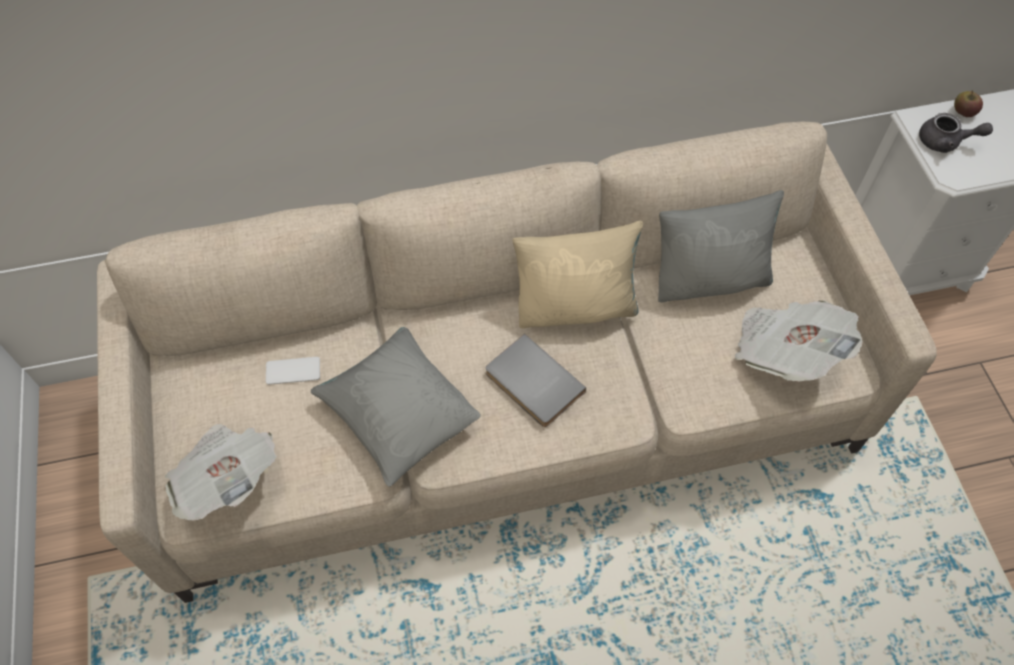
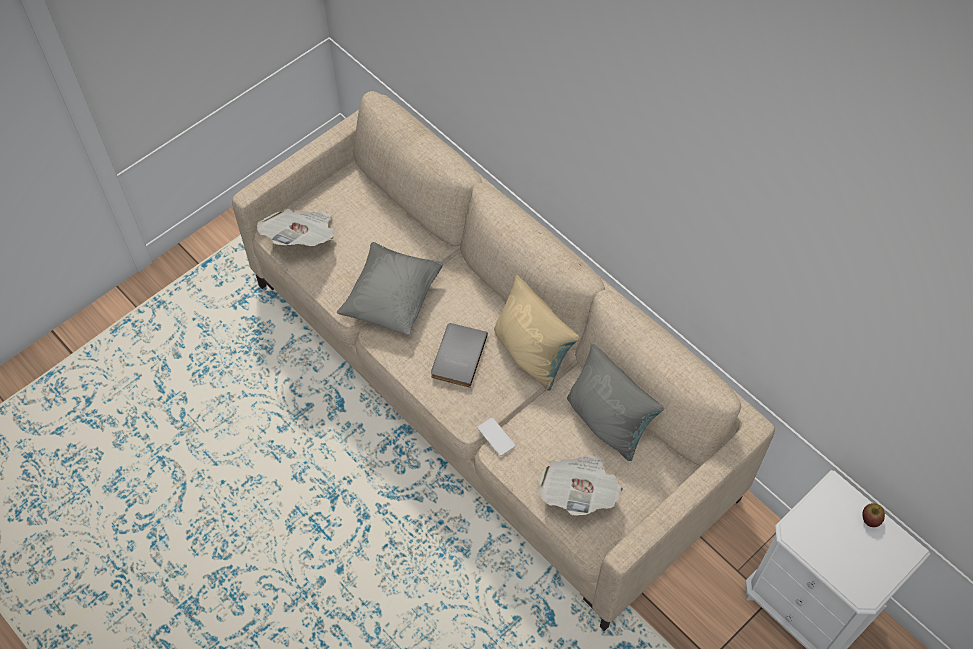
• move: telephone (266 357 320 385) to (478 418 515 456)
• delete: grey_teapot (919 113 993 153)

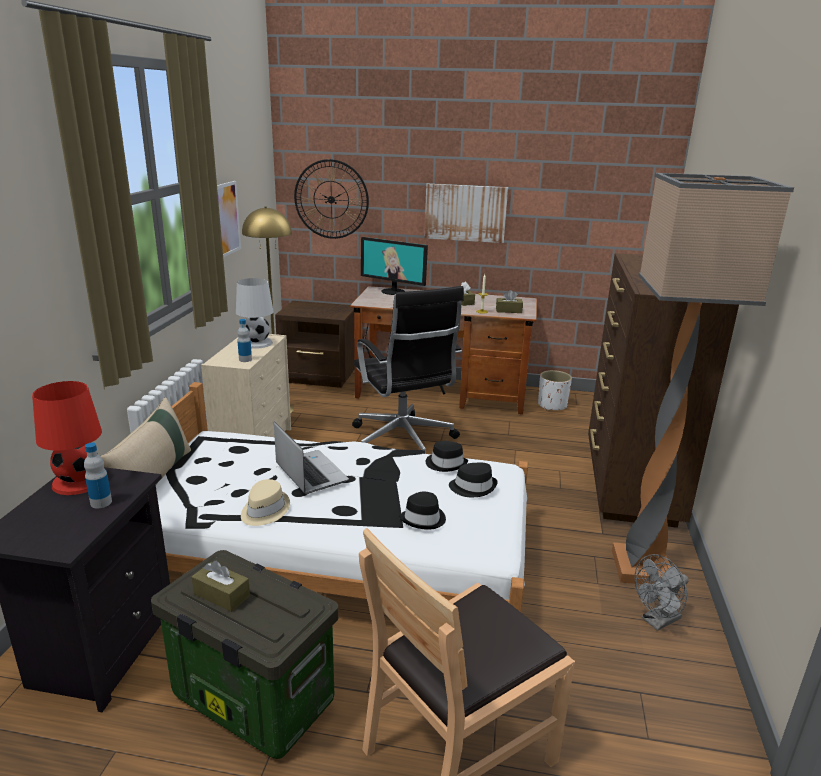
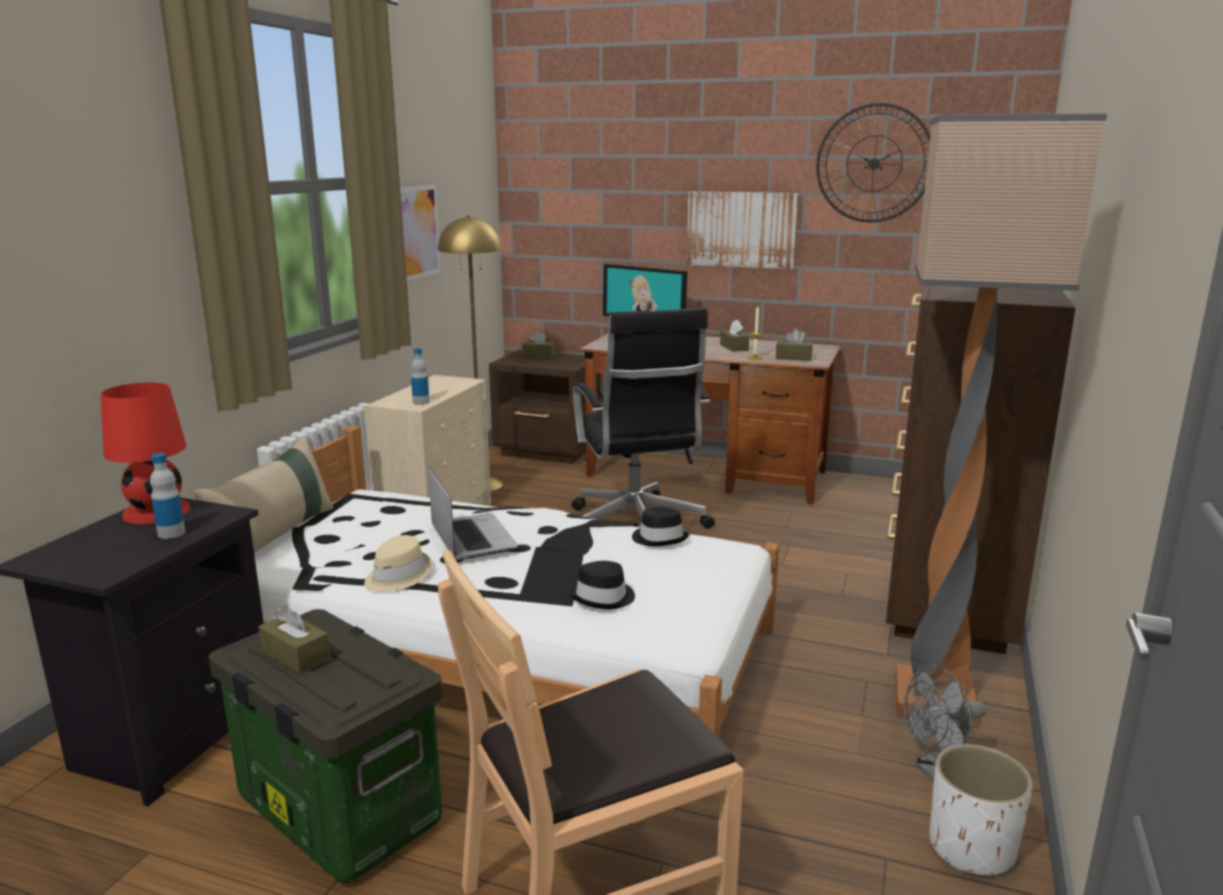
• delete: white_tabletop_lamp (236 278 274 349)
• move: hanging_clock (294 159 369 239) to (816 103 930 222)
• delete: blackish_hat (449 463 498 497)
• move: white_plant_pot (538 370 572 411) to (929 744 1033 875)
• insert: brown_tissue_box (522 331 555 358)

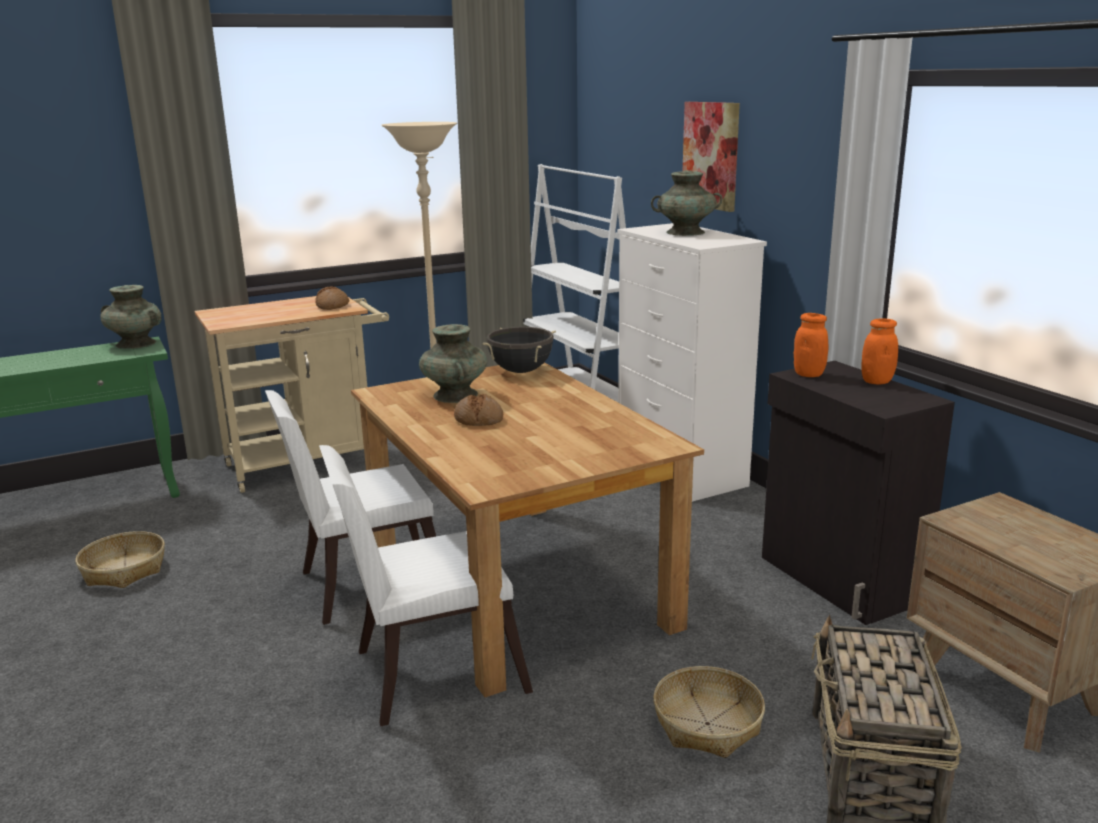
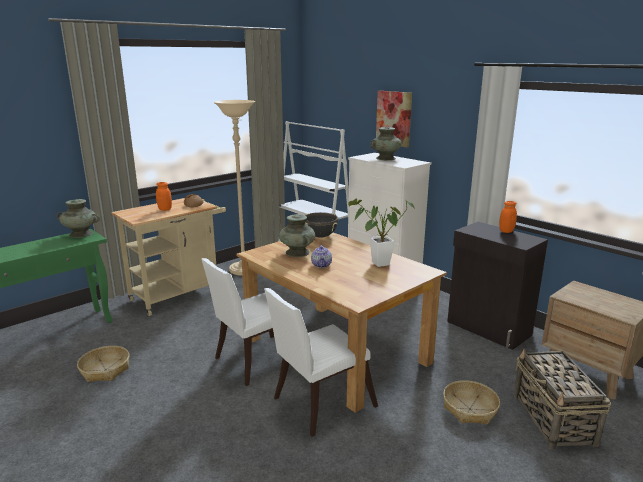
• replace: bread (454 394 503 426) to teapot (311 245 332 268)
• move: orange-coloured_storage_jar (794 313 828 377) to (156 182 172 211)
• insert: plant_in_a_pot (348 198 414 267)

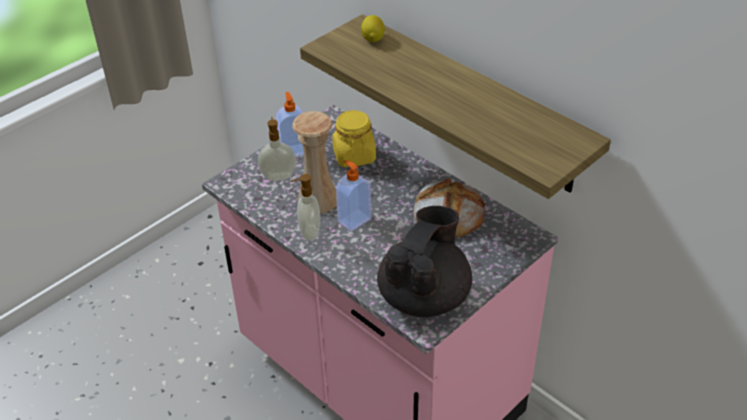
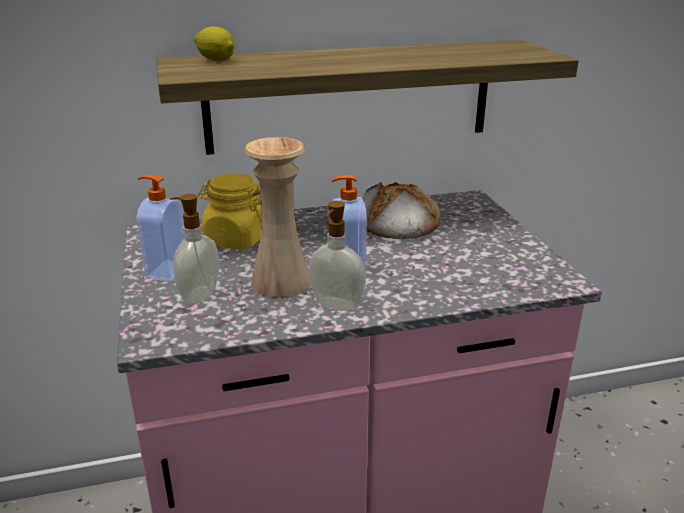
• delete: blackish_teapot (377 206 472 317)

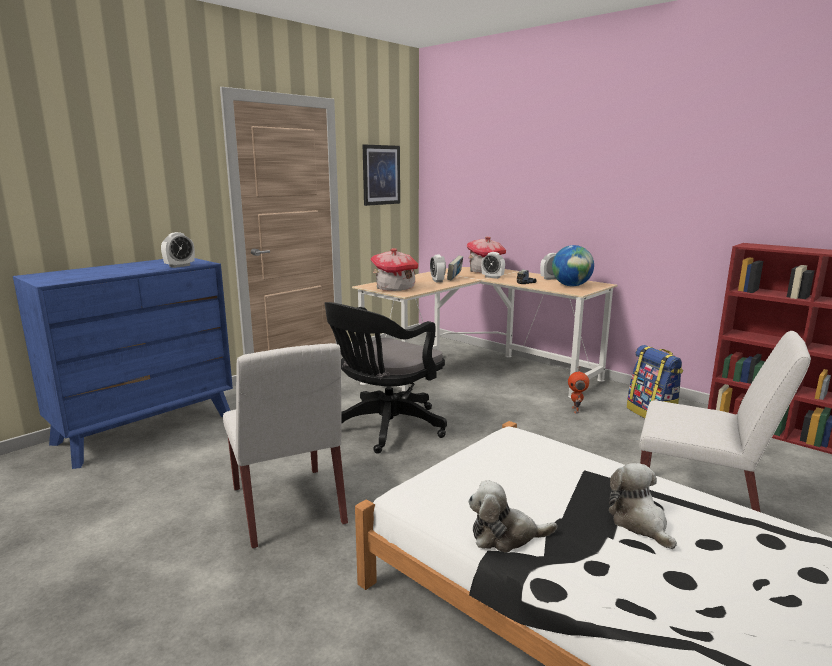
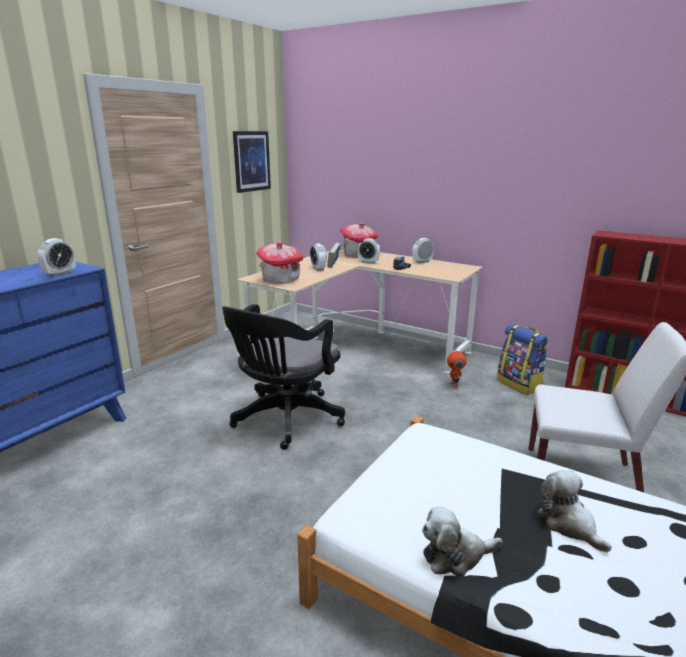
• delete: white_plain_chair (223 343 348 549)
• delete: desk_globe (552 245 594 286)

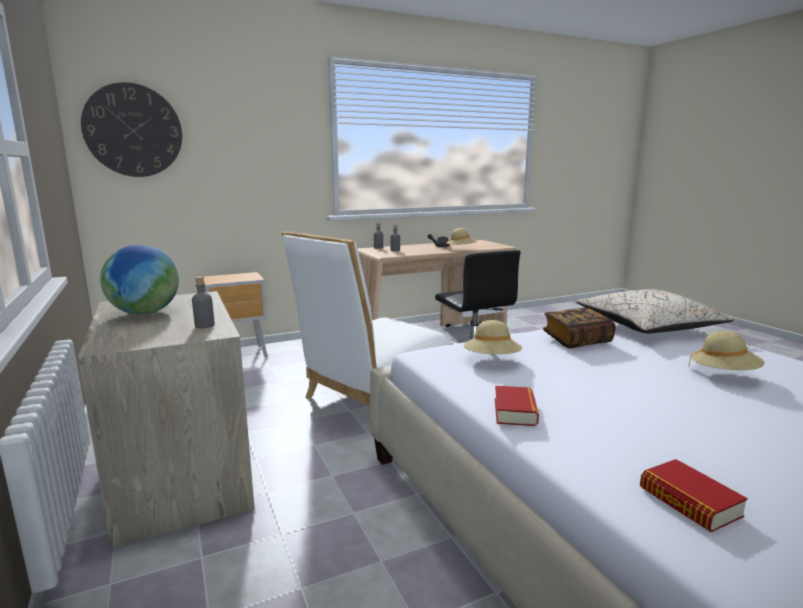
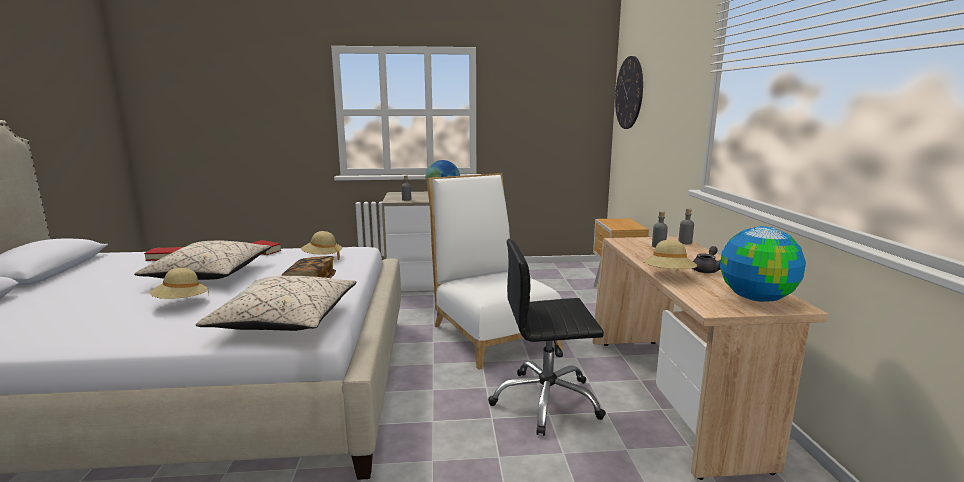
• insert: beige_pillow (135 241 271 280)
• insert: desk_globe (720 226 806 302)

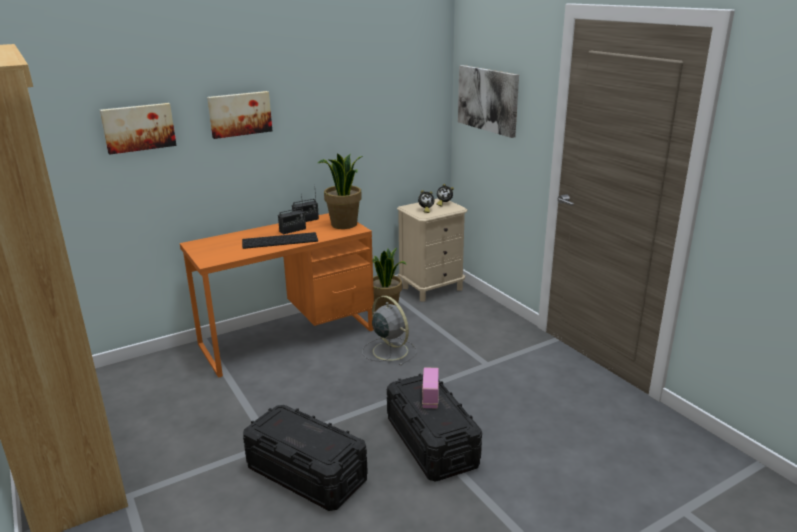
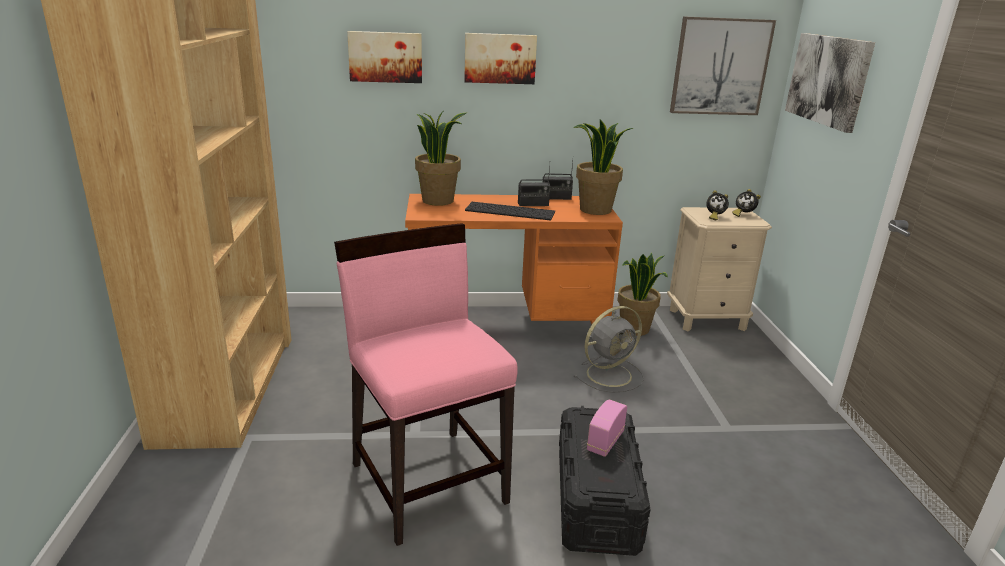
• replace: blackish_storage_container (243 405 368 511) to pink-coloured_plain_chair (334 223 518 546)
• rotate: grey_fan (362 296 416 366) = (574 306 644 393) 75 degrees clockwise
• insert: plant_in_a_pot (415 110 466 206)
• insert: wall_art (670 16 776 115)

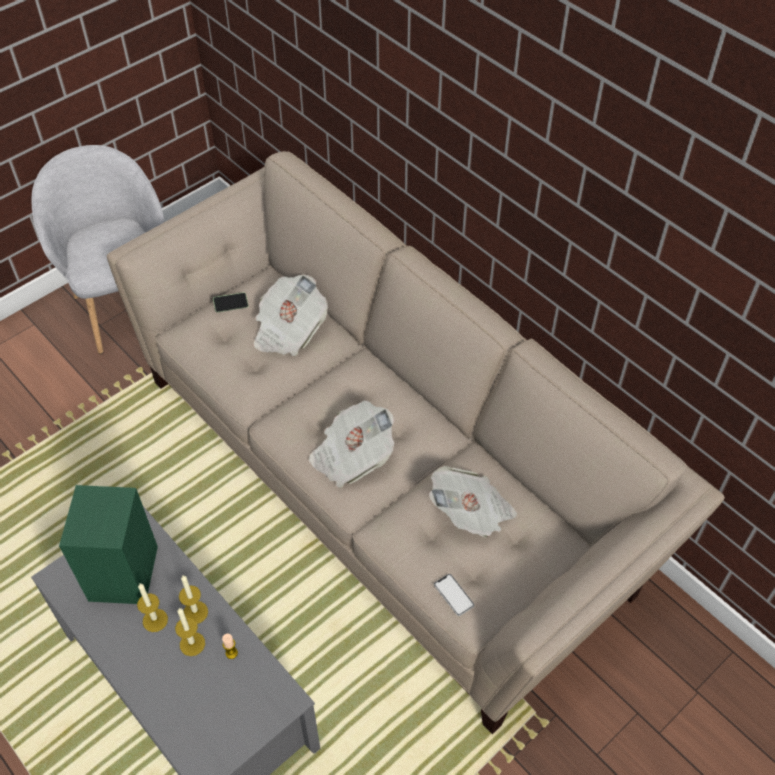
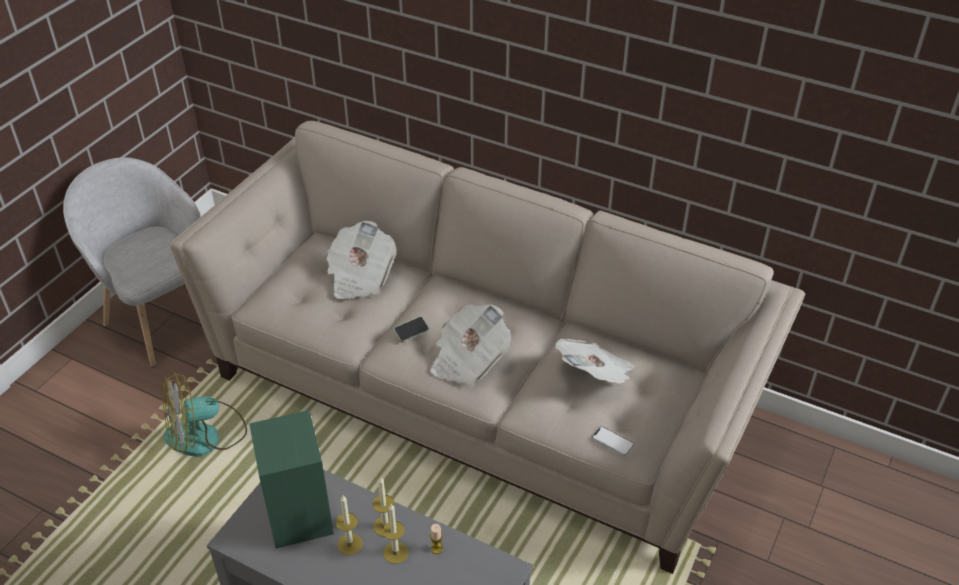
• move: telephone (213 292 248 312) to (394 316 429 342)
• insert: fan (162 372 247 457)

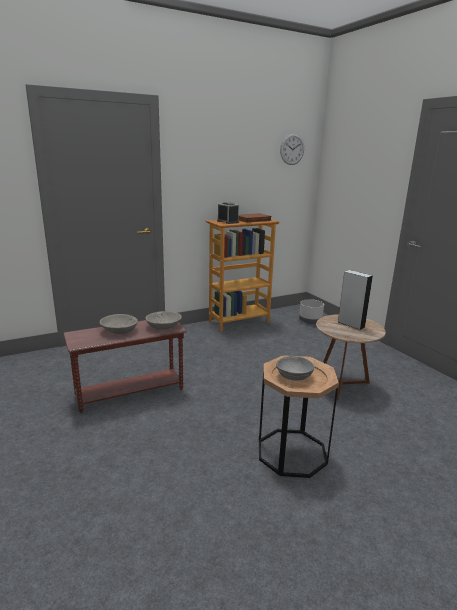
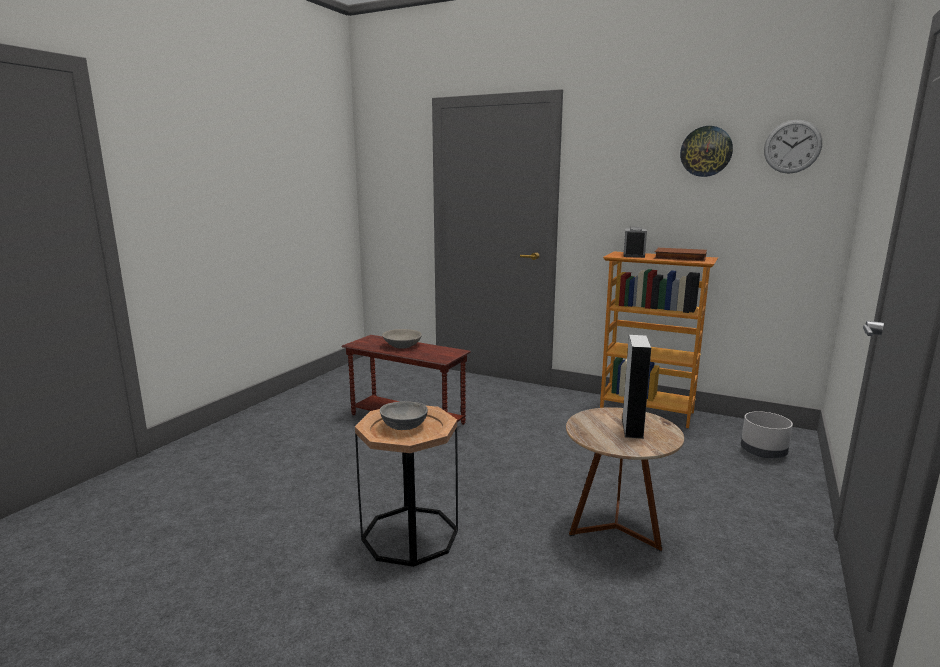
• delete: grey_deep_dish (145 311 182 330)
• insert: hanging_clock (680 126 733 177)

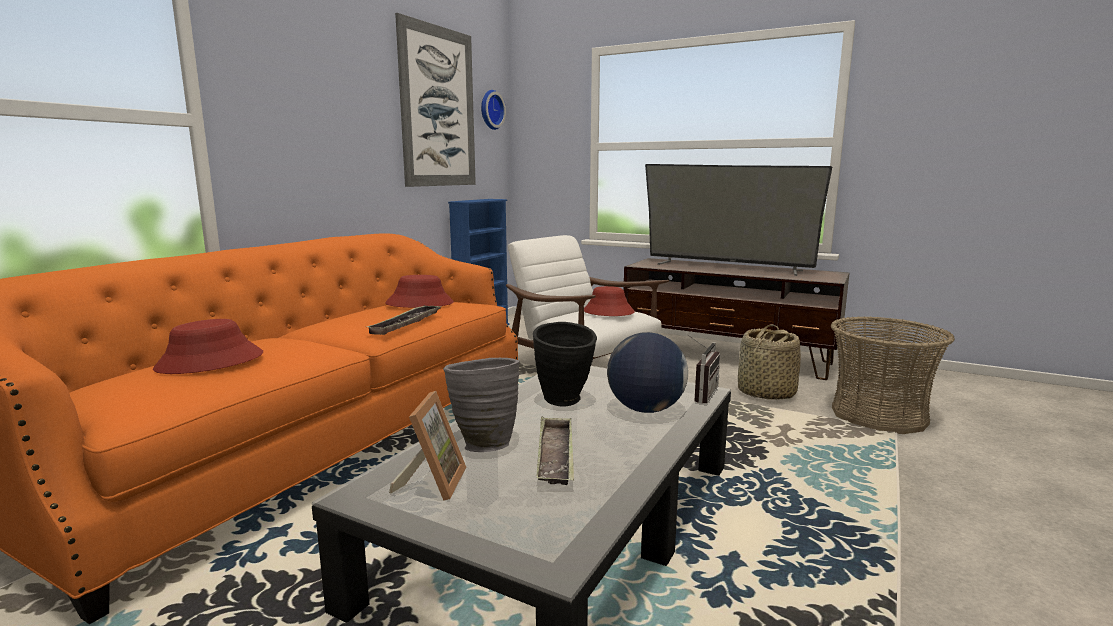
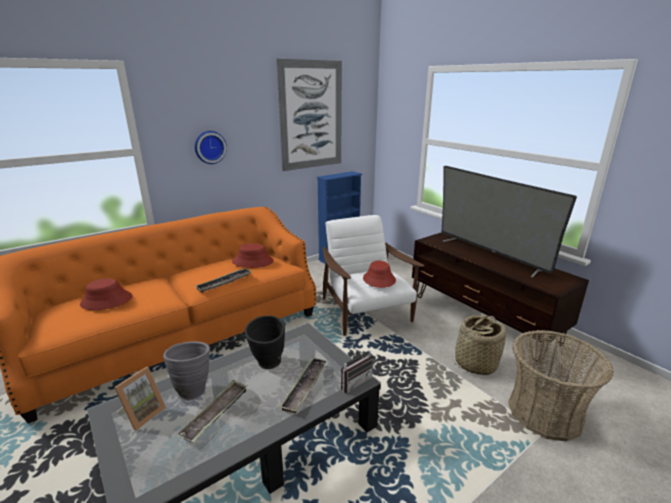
• move: hanging_clock (481 90 506 130) to (195 131 227 164)
• replace: desk_globe (607 332 688 413) to carrying_tray (280 358 327 414)

